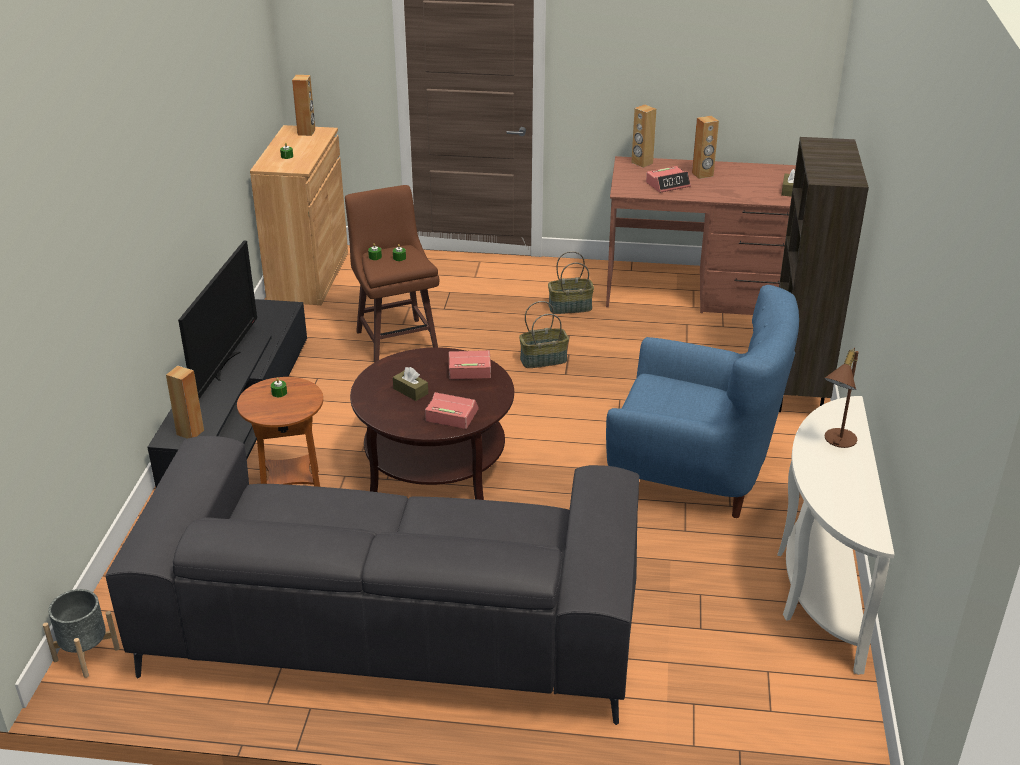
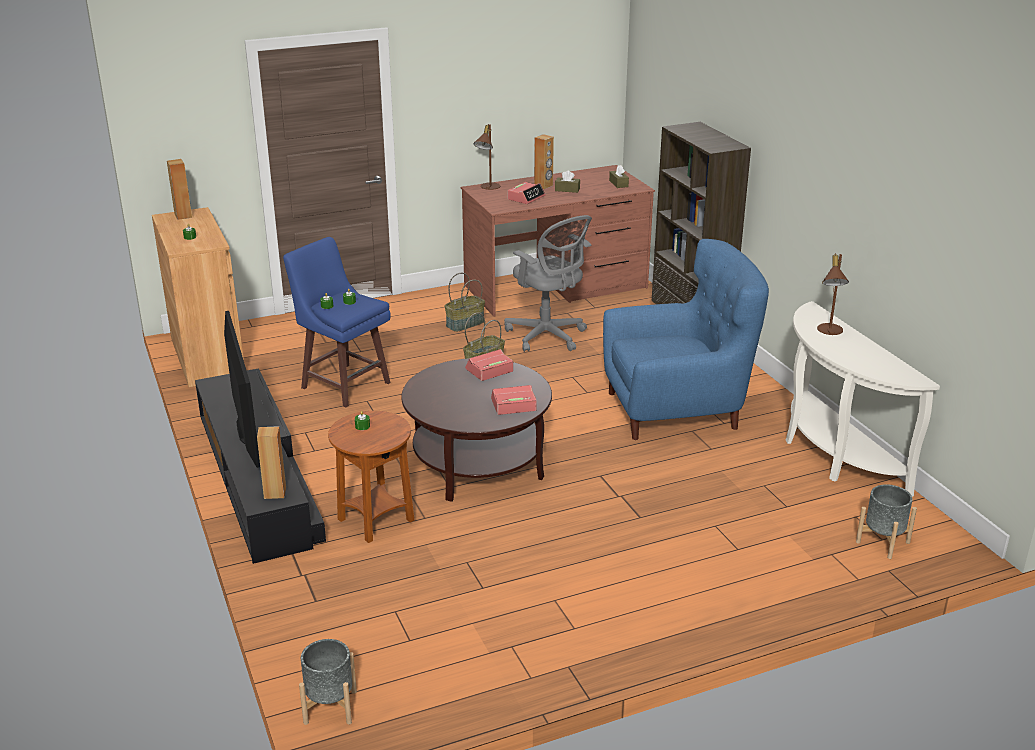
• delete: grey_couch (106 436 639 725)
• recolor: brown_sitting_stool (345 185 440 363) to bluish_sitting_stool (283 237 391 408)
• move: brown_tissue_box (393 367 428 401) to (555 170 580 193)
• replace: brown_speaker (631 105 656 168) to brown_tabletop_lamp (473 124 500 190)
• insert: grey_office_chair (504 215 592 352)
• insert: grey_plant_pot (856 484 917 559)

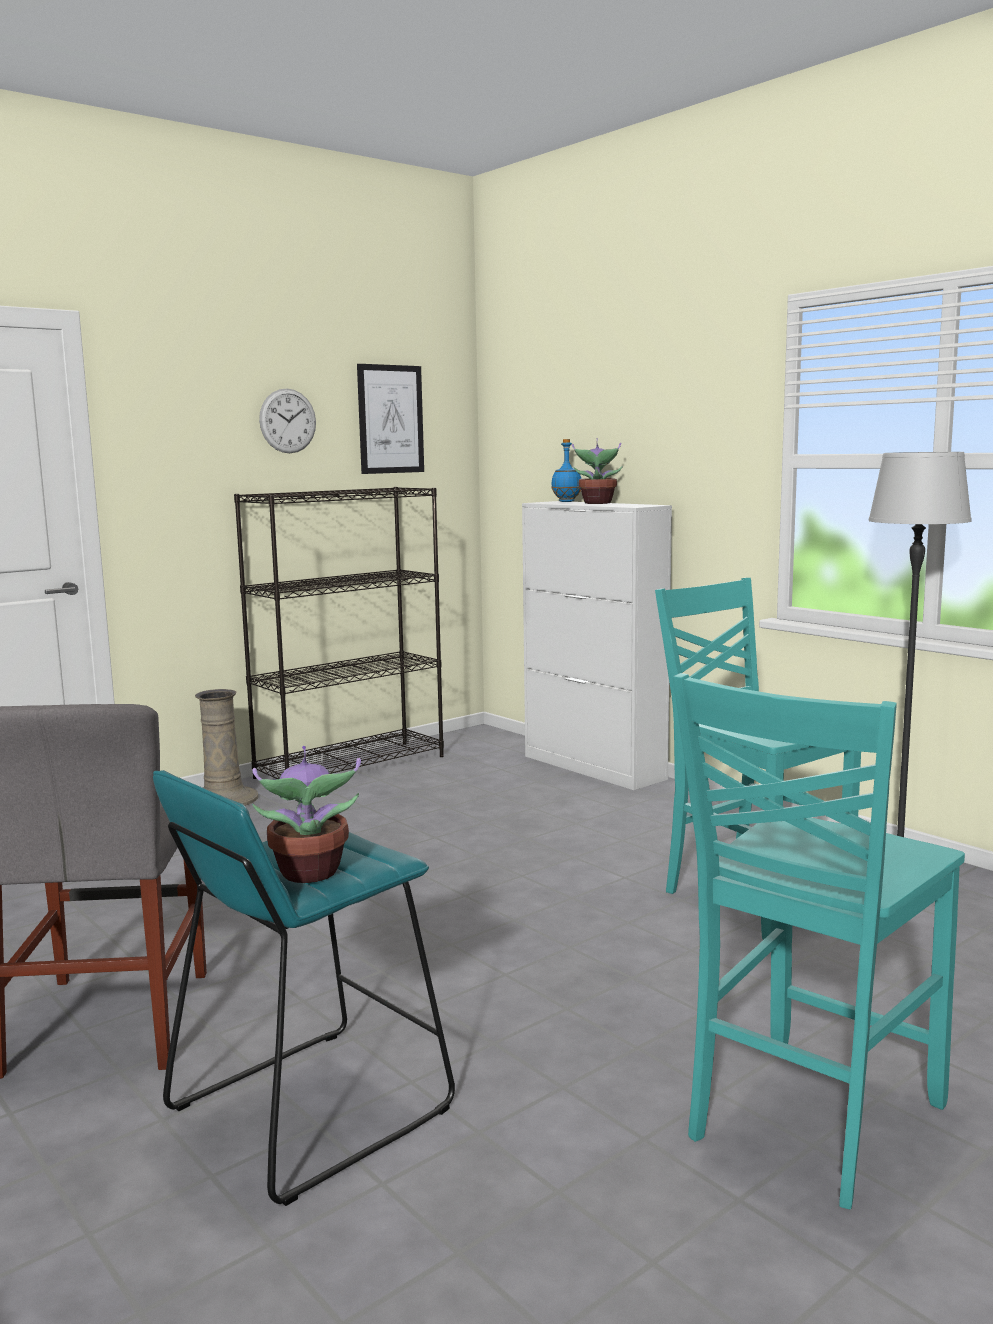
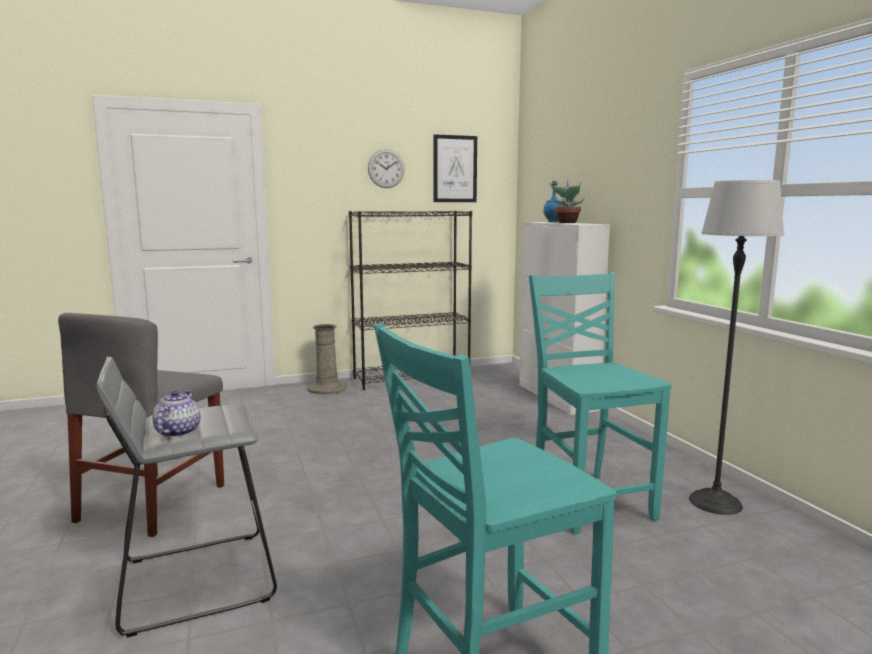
• recolor: turquoise_sitting_stool (153 770 455 1206) to grey_sitting_stool (96 357 277 638)
• replace: plant_in_a_pot (252 746 361 883) to teapot (152 390 201 437)

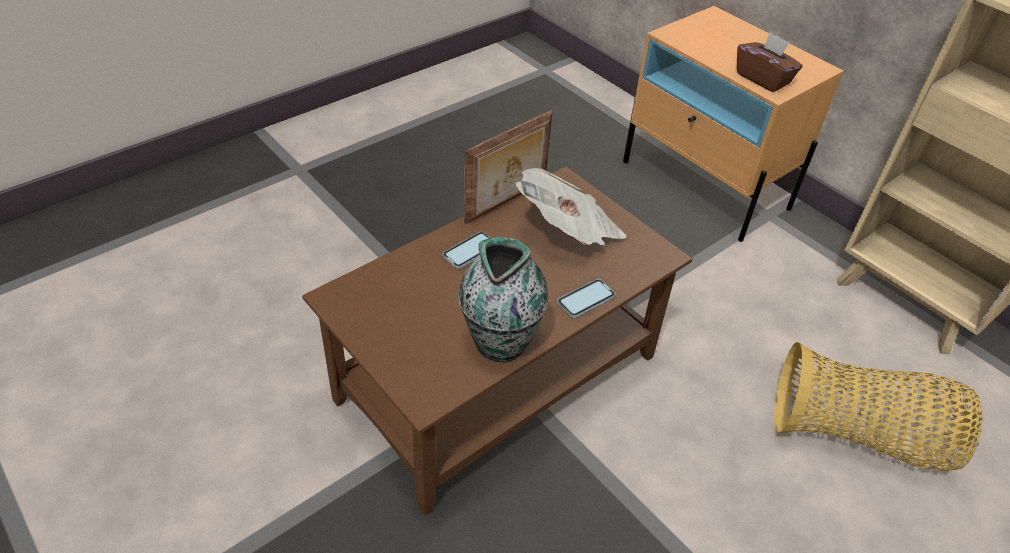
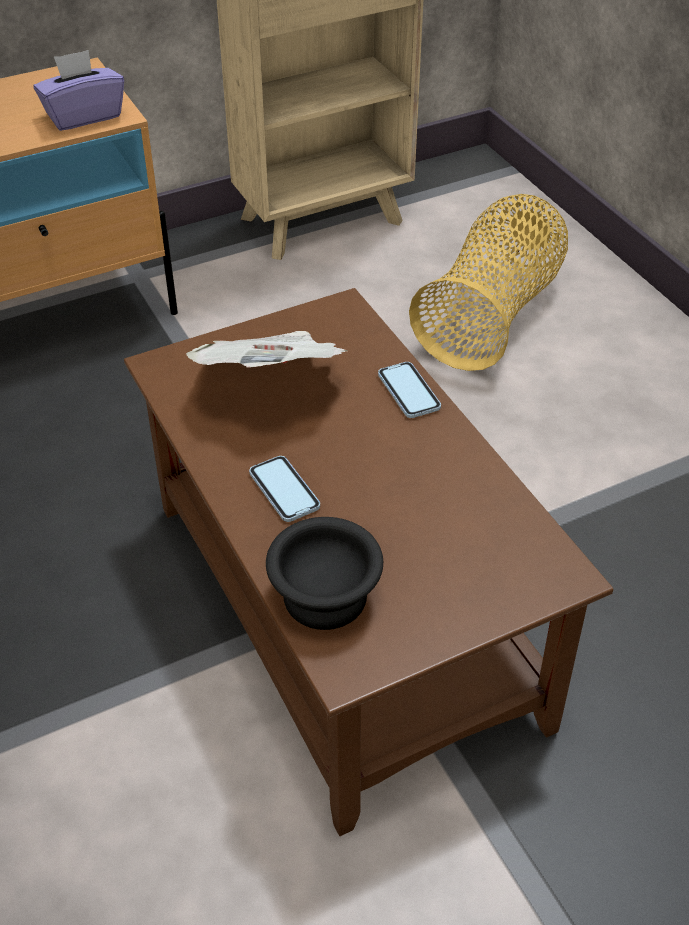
• delete: flower_vase (458 237 548 363)
• delete: picture_frame (464 110 553 224)
• recolor: brown_tissue_box (737 32 803 92) to purple_tissue_box (33 50 124 131)
• insert: blackish_deep_dish (266 517 383 630)

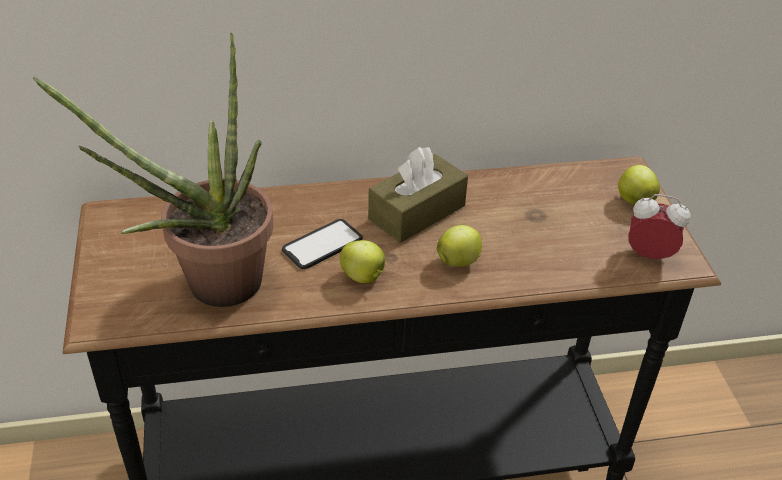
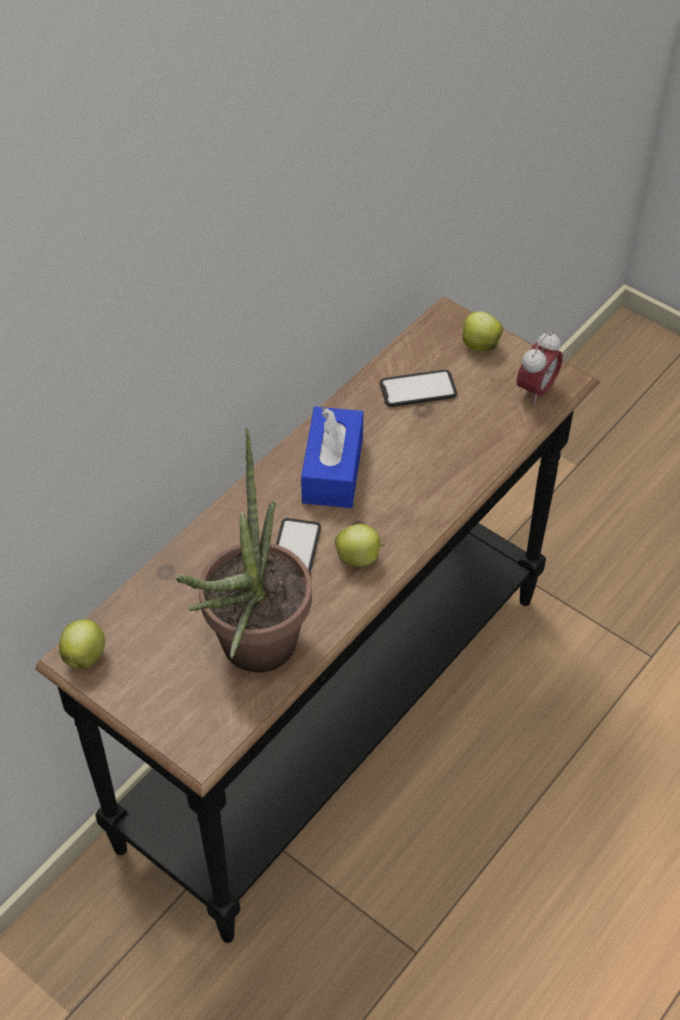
• recolor: brown_tissue_box (368 147 468 243) to bluish_tissue_box (301 407 363 508)
• move: apple (437 225 482 267) to (59 619 105 668)
• rotate: bedside_clock (628 194 691 259) = (517 331 563 405) 150 degrees clockwise
• insert: telephone (379 370 457 407)

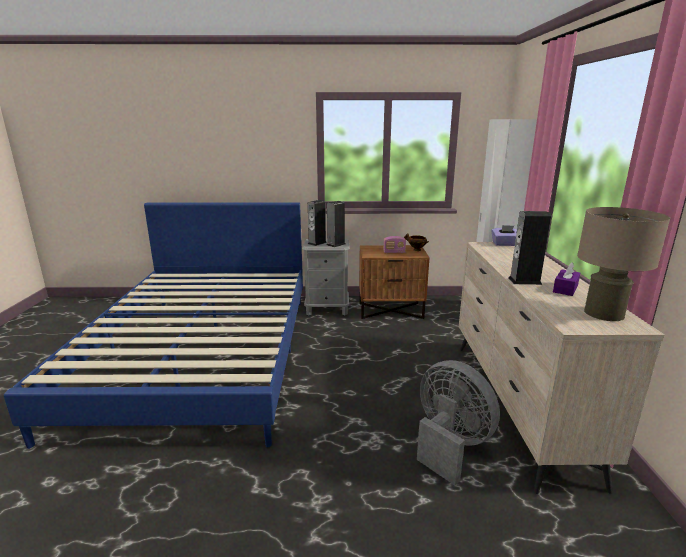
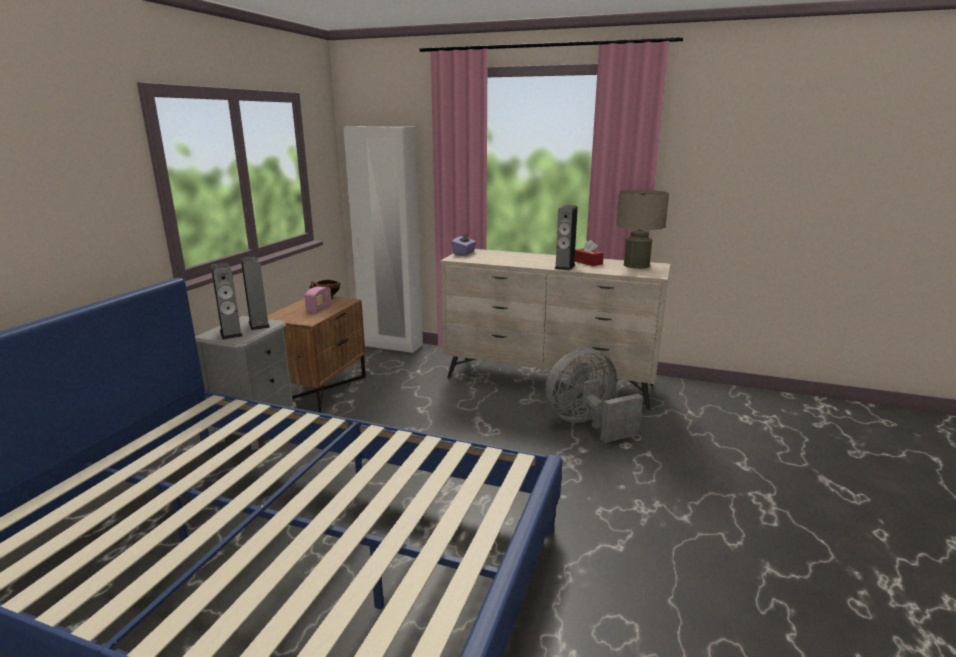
• recolor: purple_tissue_box (553 262 580 296) to red-coloured_tissue_box (575 240 604 266)

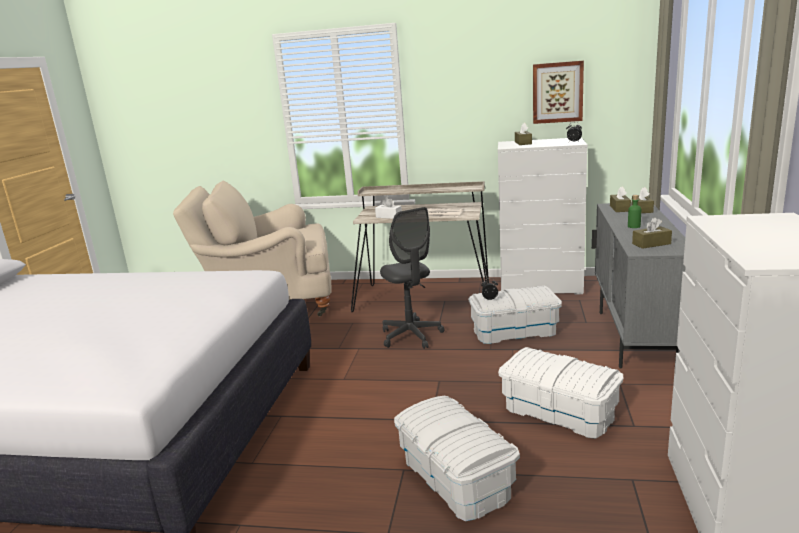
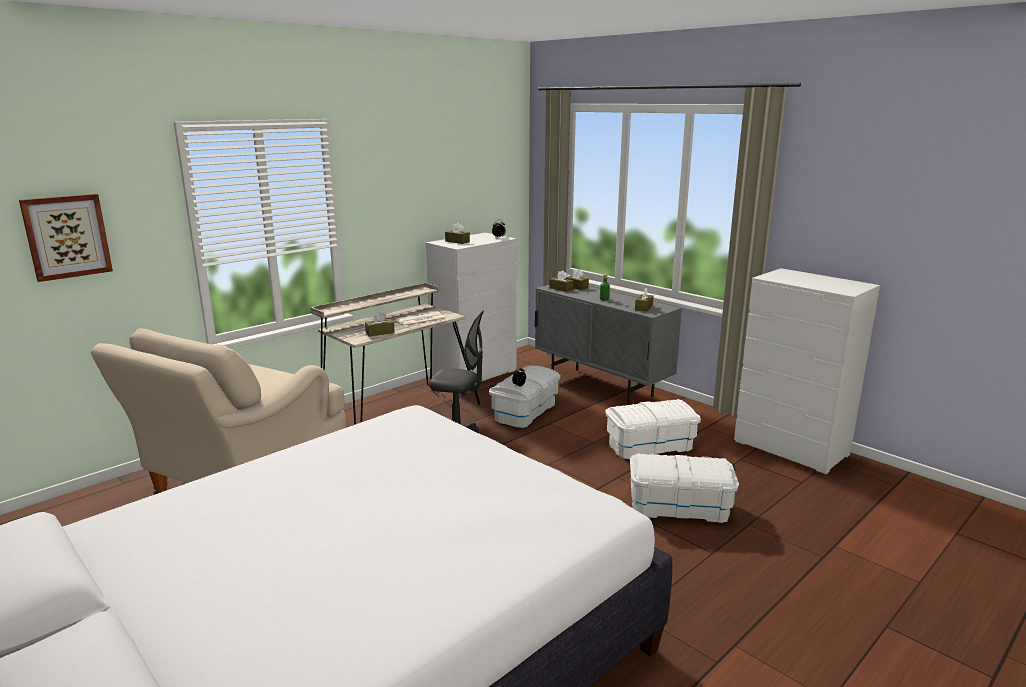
• recolor: white_tissue_box (375 197 402 219) to brown_tissue_box (365 312 395 337)
• move: wall_art (533 61 584 124) to (19 194 113 282)

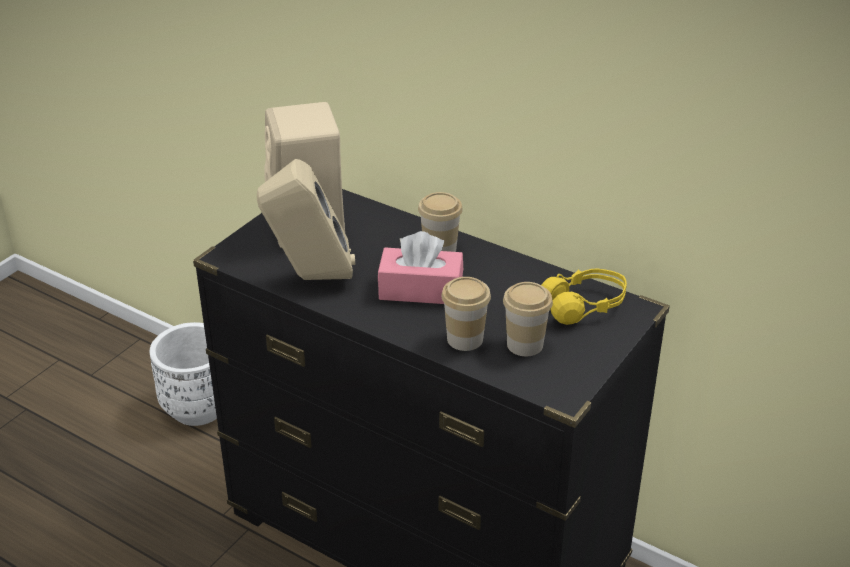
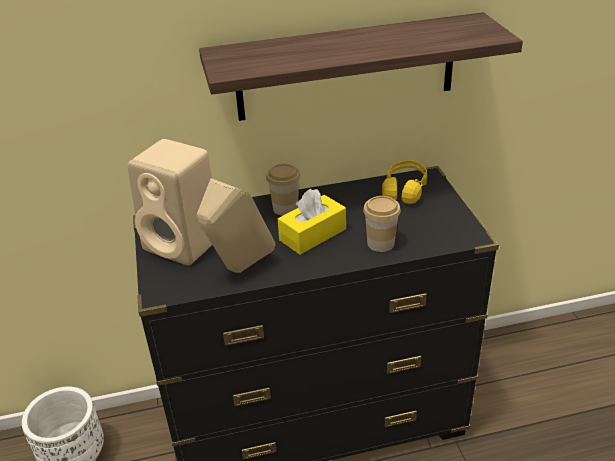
• recolor: pink-coloured_tissue_box (378 231 463 304) to yellowish_tissue_box (278 189 346 255)
• delete: cup (503 282 553 356)
• insert: shelf (199 12 523 121)

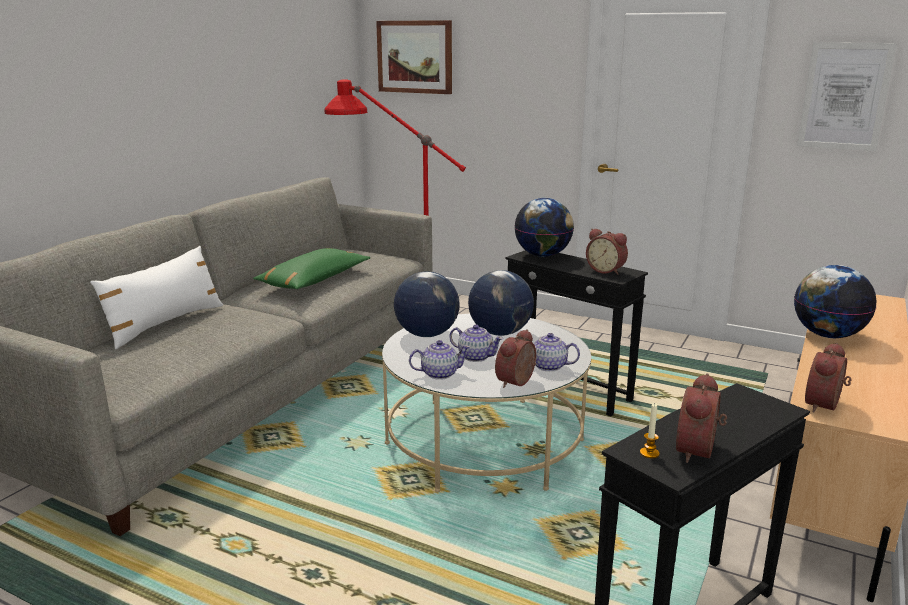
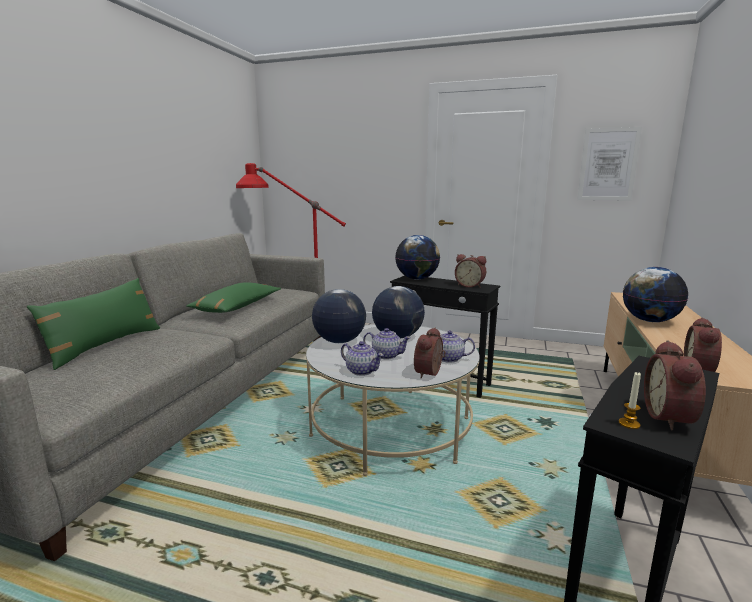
• recolor: white_pillow (90 246 223 349) to green_pillow (27 278 160 370)
• delete: wall_art (376 20 452 94)
• rotate: teapot (409 340 470 380) = (341 341 384 376) 60 degrees clockwise

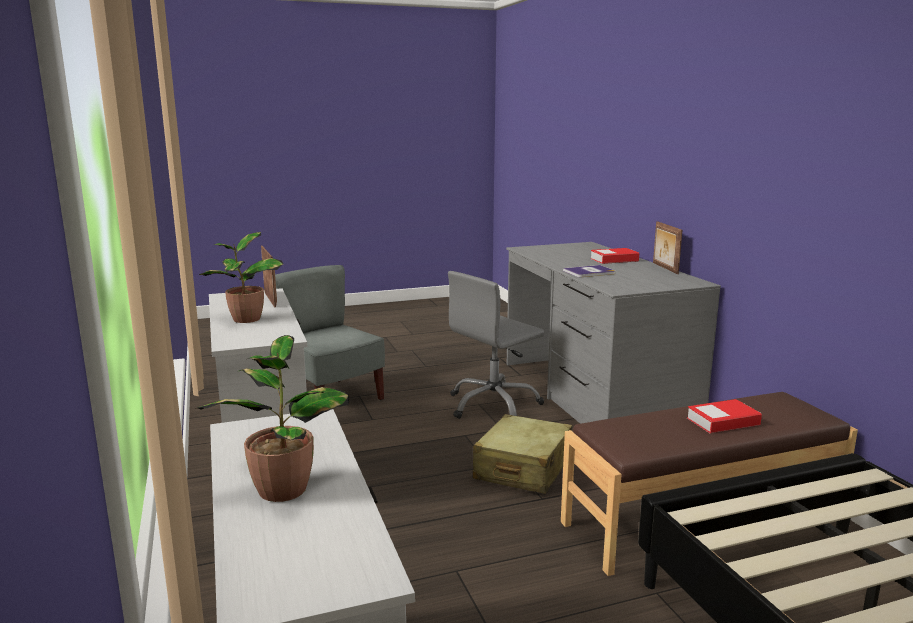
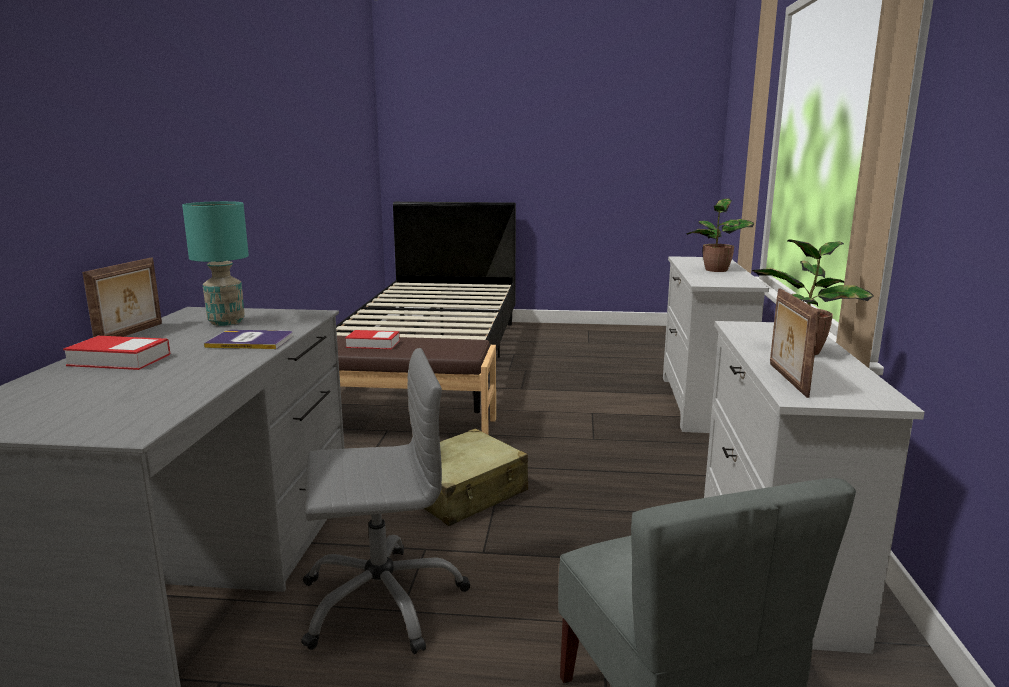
• insert: turquoise_tabletop_lamp (182 201 249 326)

